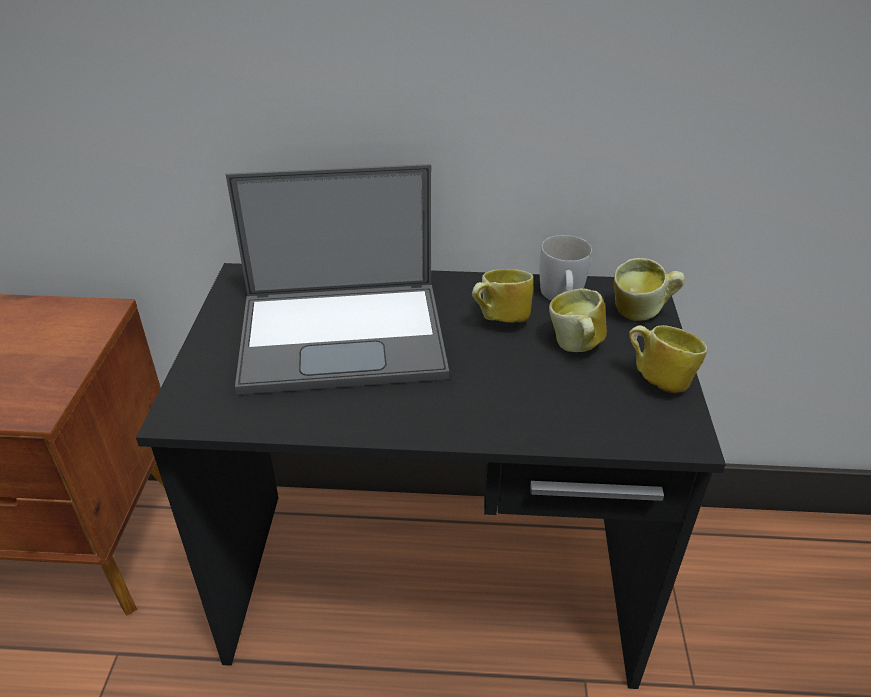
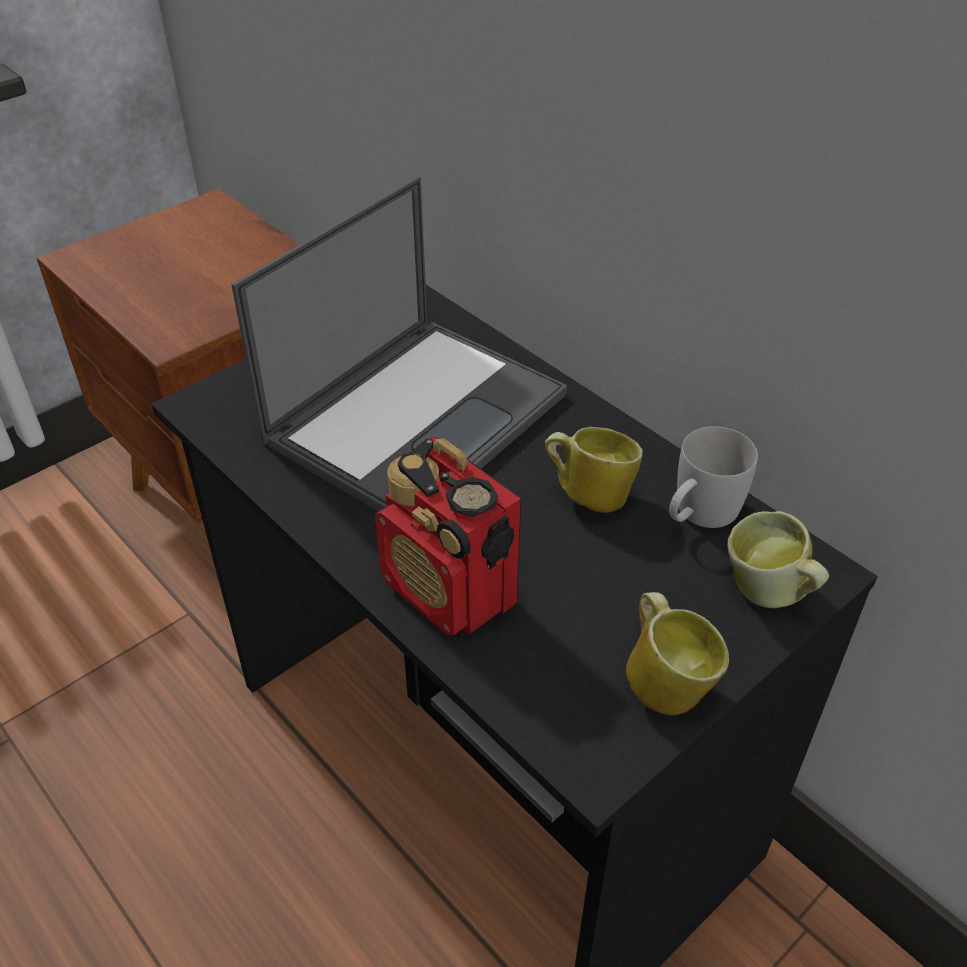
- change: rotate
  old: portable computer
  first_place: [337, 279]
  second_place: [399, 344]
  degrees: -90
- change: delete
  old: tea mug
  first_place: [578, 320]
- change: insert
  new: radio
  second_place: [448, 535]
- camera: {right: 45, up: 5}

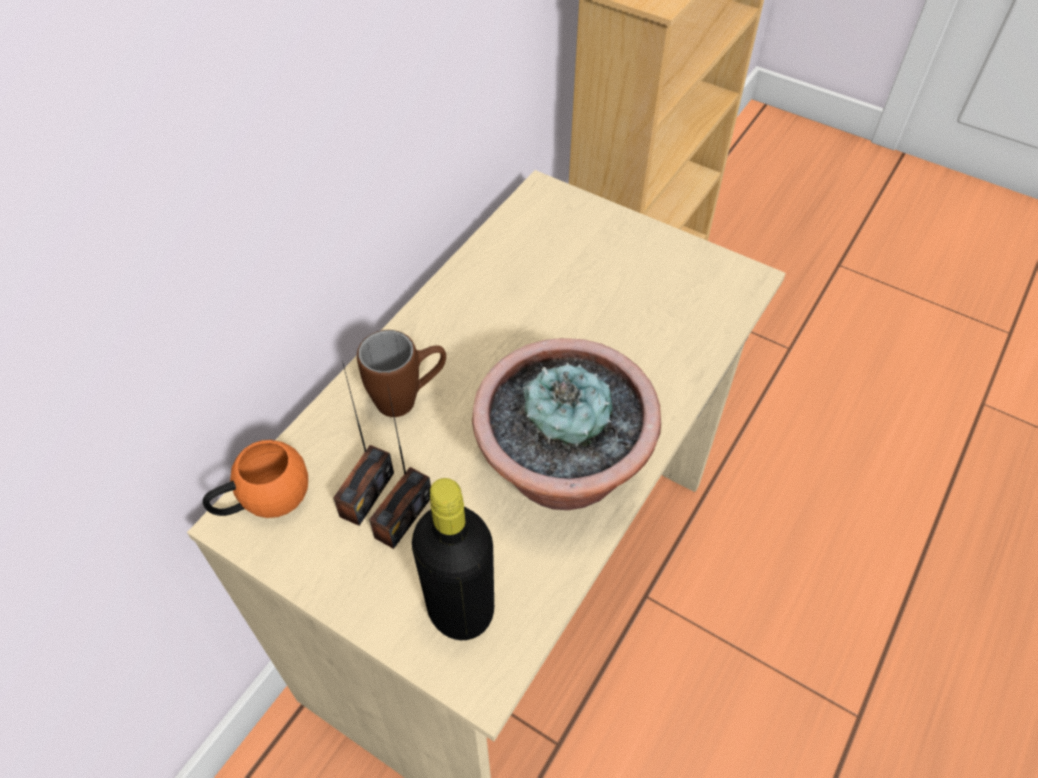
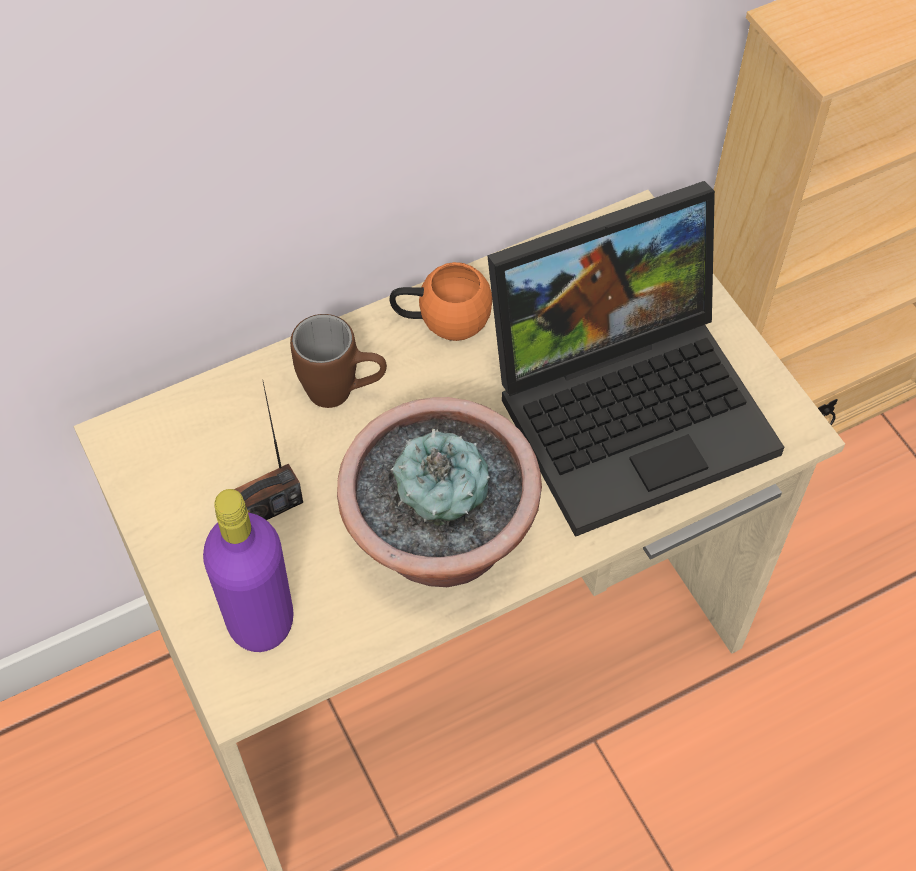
- change: delete
  old: radio
  first_place: [363, 443]
- change: move
  old: tea mug/orange-coloured
  first_place: [255, 479]
  second_place: [441, 301]
- change: recolor
  old: beverage bottle/black
  new: beverage bottle/purple-coloured
  first_place: [453, 559]
  second_place: [248, 570]
- change: insert
  new: portable computer
  second_place: [635, 359]
- camera: {right: 30, up: 5}

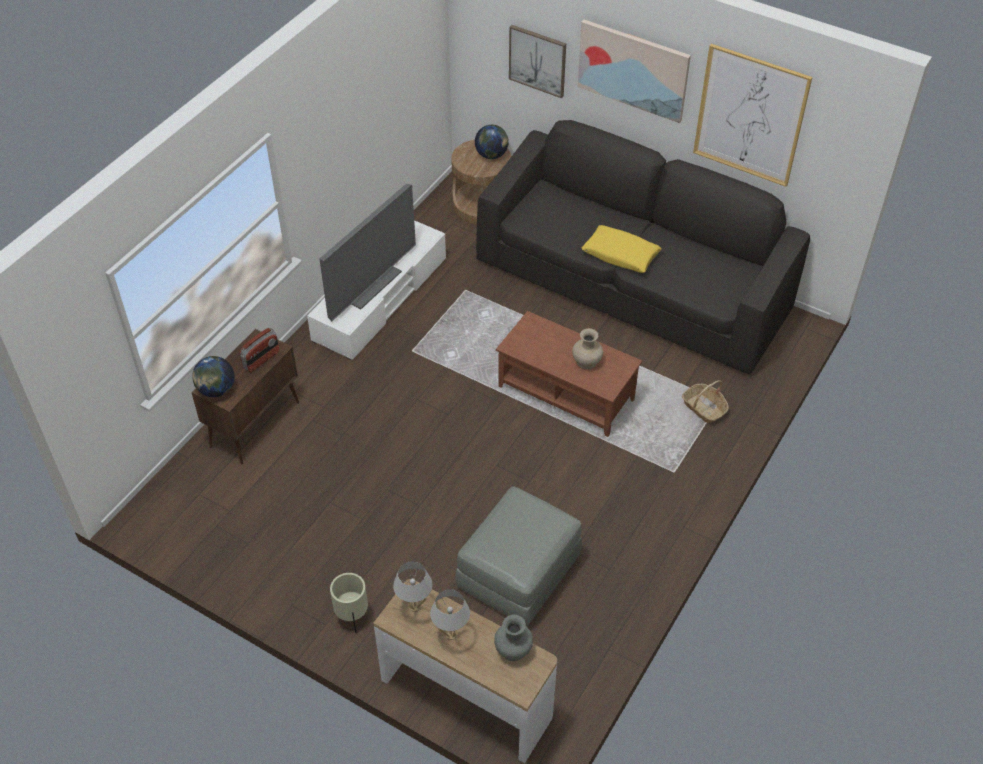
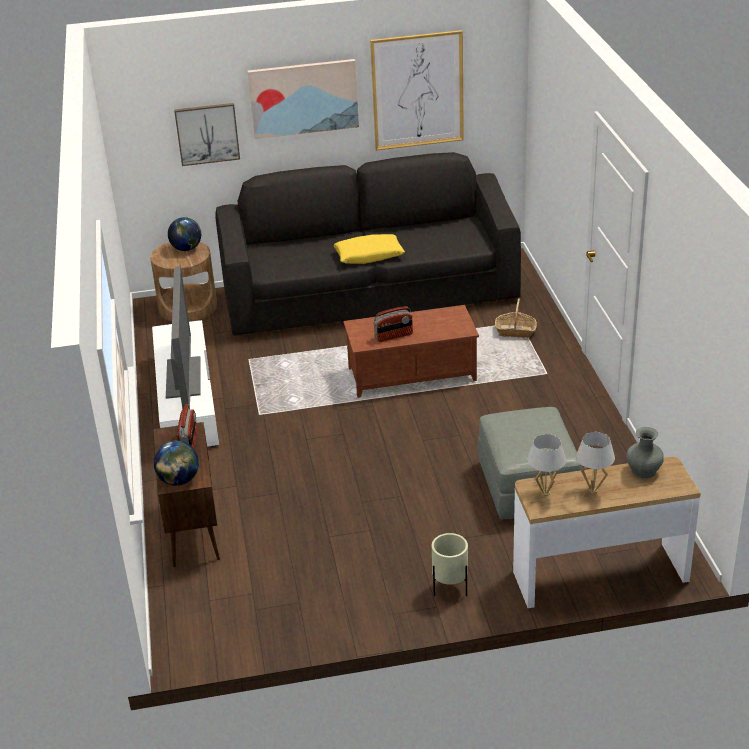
- change: delete
  old: vase/beige-coloured
  first_place: [587, 348]
- change: insert
  new: radio
  second_place: [393, 324]
- camera: {right: -40, up: -15}

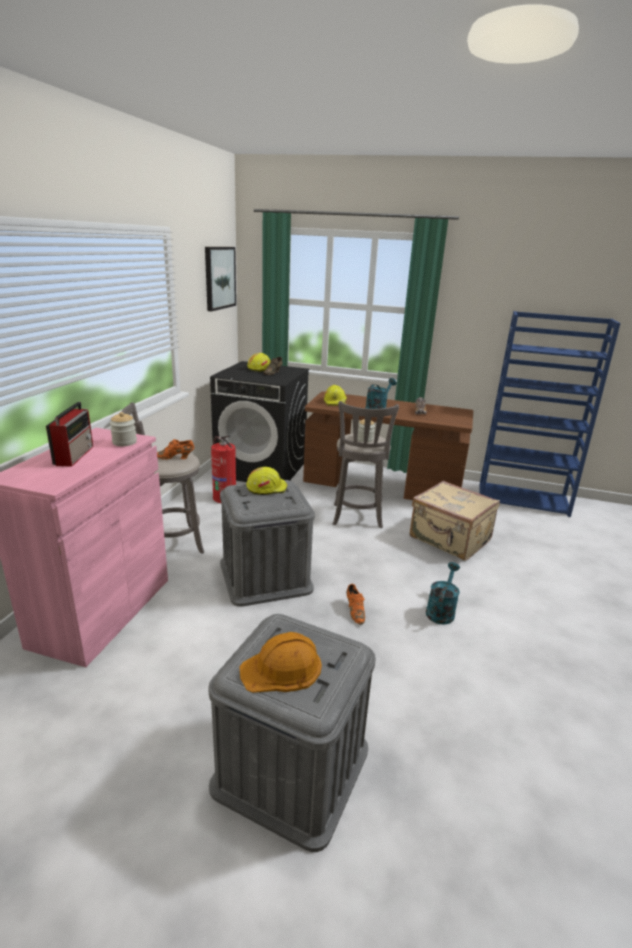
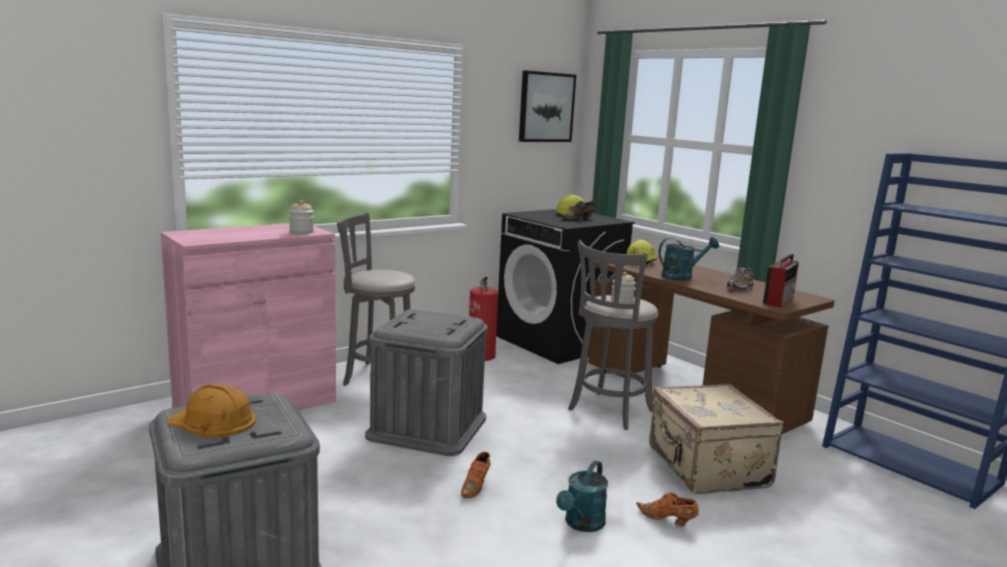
- change: move
  old: radio
  first_place: [70, 434]
  second_place: [781, 280]
- change: move
  old: item of footwear/orange-coloured
  first_place: [175, 449]
  second_place: [667, 509]
- change: delete
  old: hard hat/yellow
  first_place: [266, 481]
- change: rotate
  old: sprinkling can/turquoise
  first_place: [443, 593]
  second_place: [582, 496]
  degrees: 150
- camera: {right: 35, up: -10}

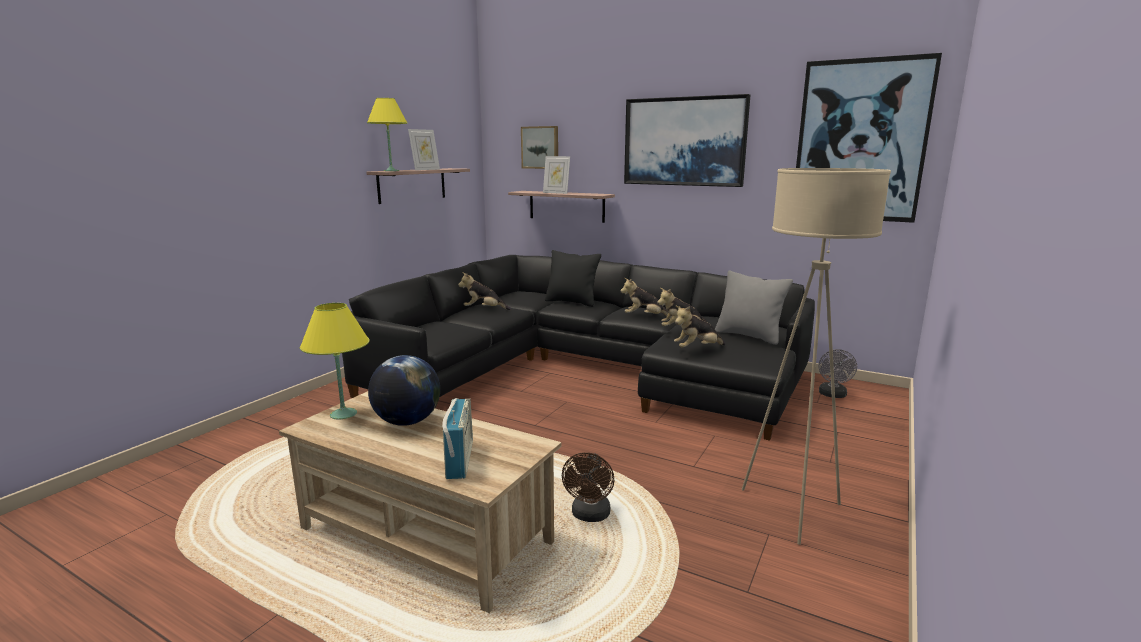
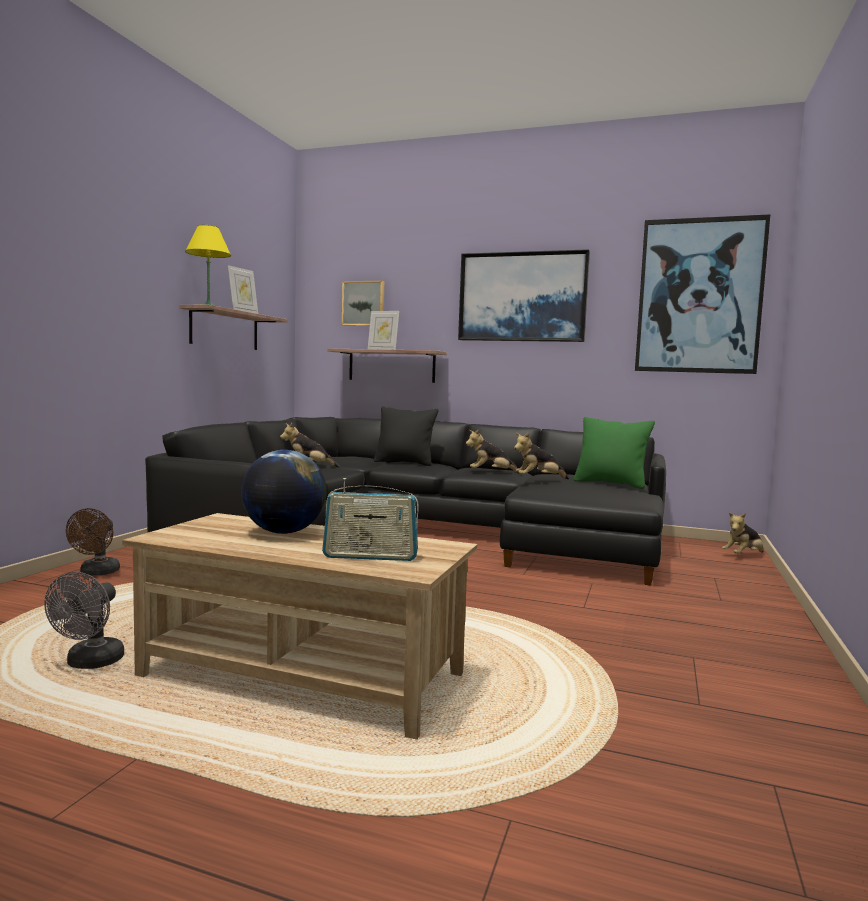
- change: delete
  old: floor lamp/beige-coloured
  first_place: [816, 356]
- change: recolor
  old: throw pillow/grey
  new: throw pillow/green
  first_place: [754, 308]
  second_place: [614, 453]
- change: delete
  old: table lamp/yellow
  first_place: [335, 361]
- change: move
  old: soft toy
  first_place: [699, 327]
  second_place: [743, 533]
- change: move
  old: fan/grey
  first_place: [838, 373]
  second_place: [84, 620]
- change: rotate
  old: radio
  first_place: [457, 438]
  second_place: [370, 519]
  degrees: 105
- change: move
  old: fan/brown
  first_place: [588, 487]
  second_place: [93, 542]
- camera: {right: -10, up: -10}

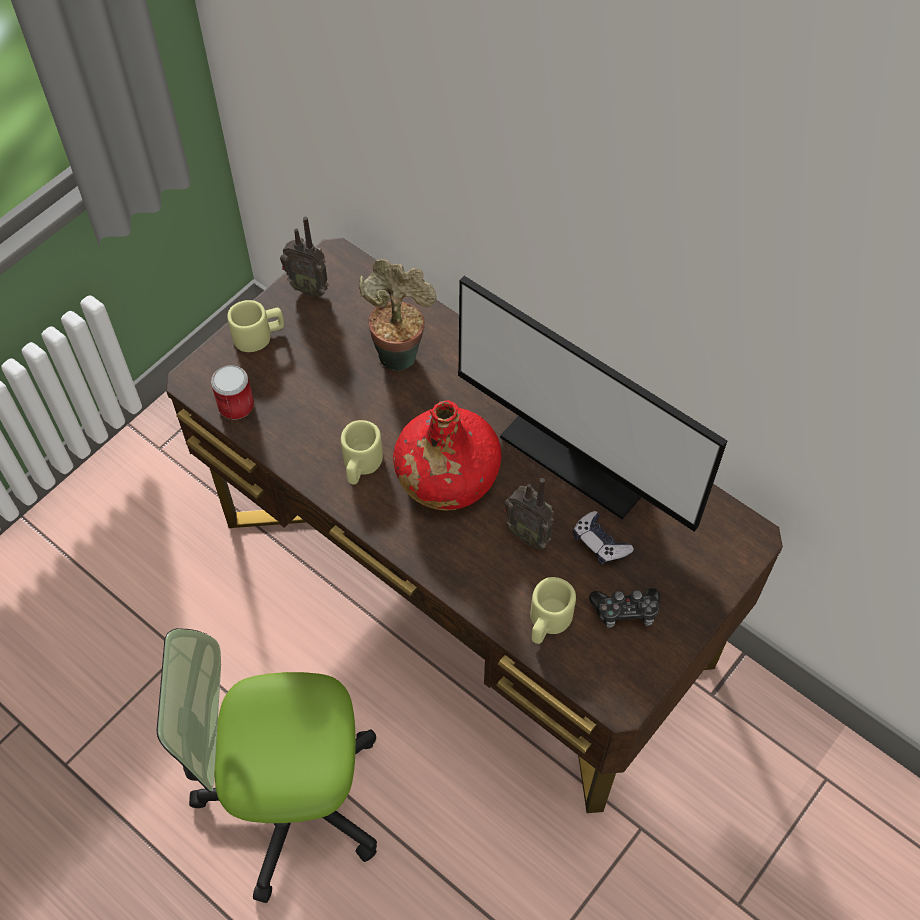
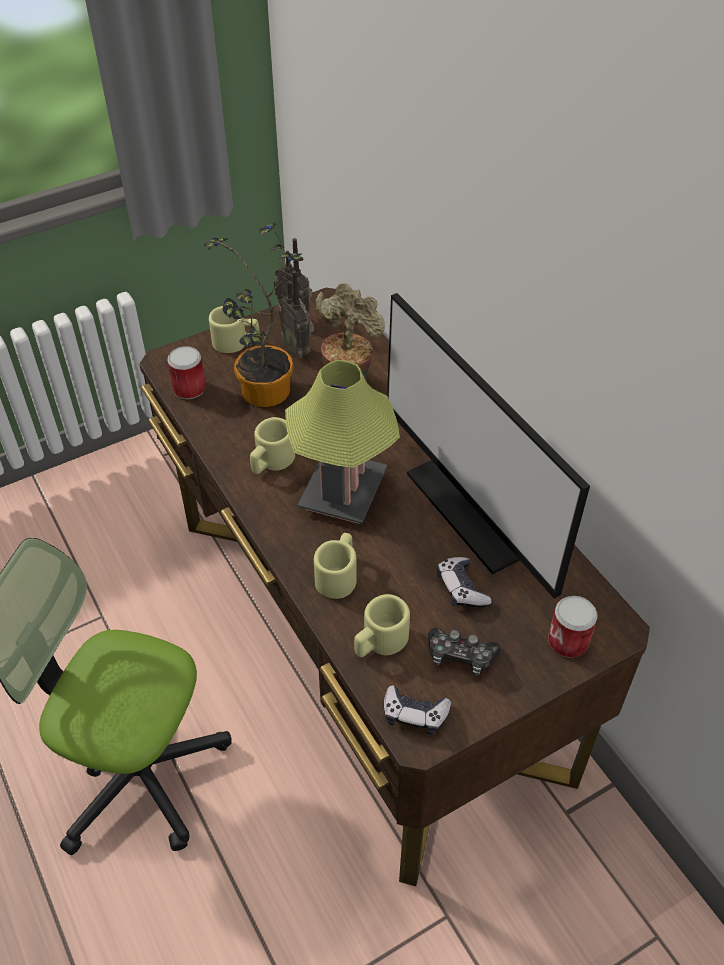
- change: replace
  old: beverage bottle/red
  new: table lamp
  first_place: [447, 455]
  second_place: [342, 442]
- change: move
  old: radio
  first_place: [529, 513]
  second_place: [296, 315]
- change: insert
  new: houseplant
  second_place: [253, 314]
- change: insert
  new: tea mug/beige-coloured
  second_place: [335, 566]
- change: insert
  new: sealed can
  second_place: [572, 627]
- change: insert
  new: gamepad
  second_place: [417, 710]
- camera: {right: 20, up: -10}

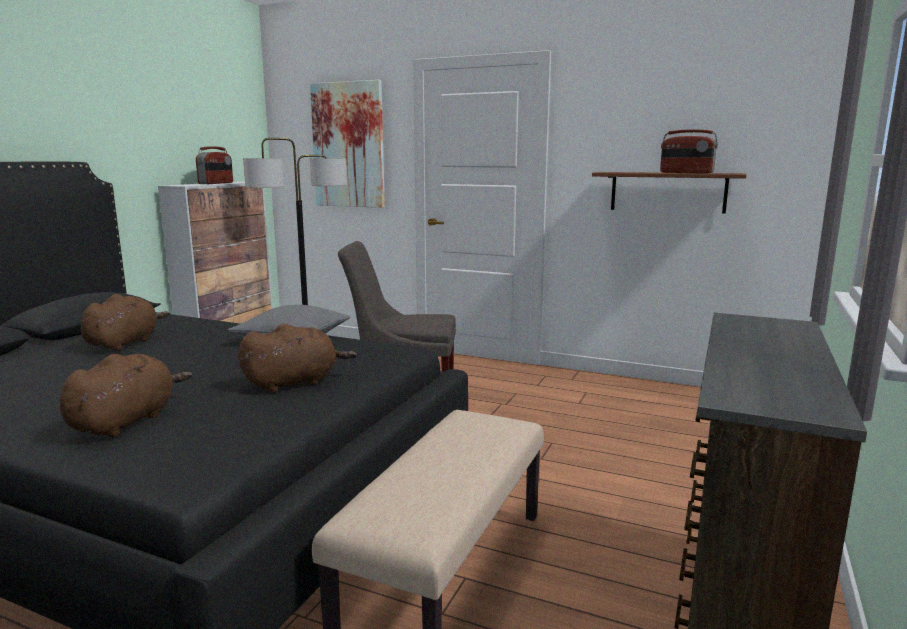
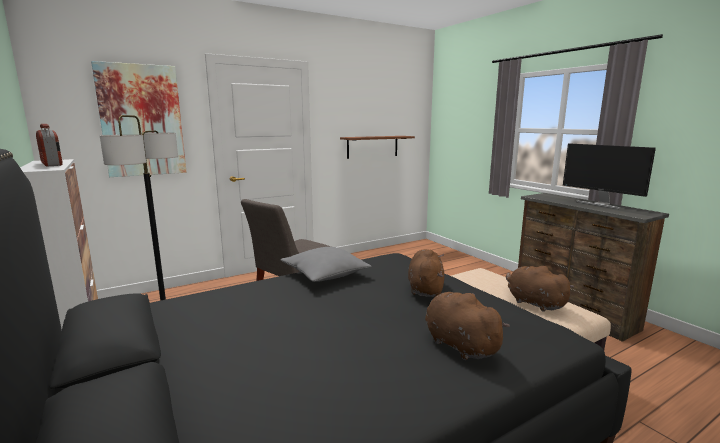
- change: delete
  old: radio
  first_place: [689, 151]
- change: move
  old: soft toy/brown
  first_place: [125, 322]
  second_place: [540, 289]
- change: insert
  new: monitor
  second_place: [609, 176]
- camera: {right: -55, up: 0}

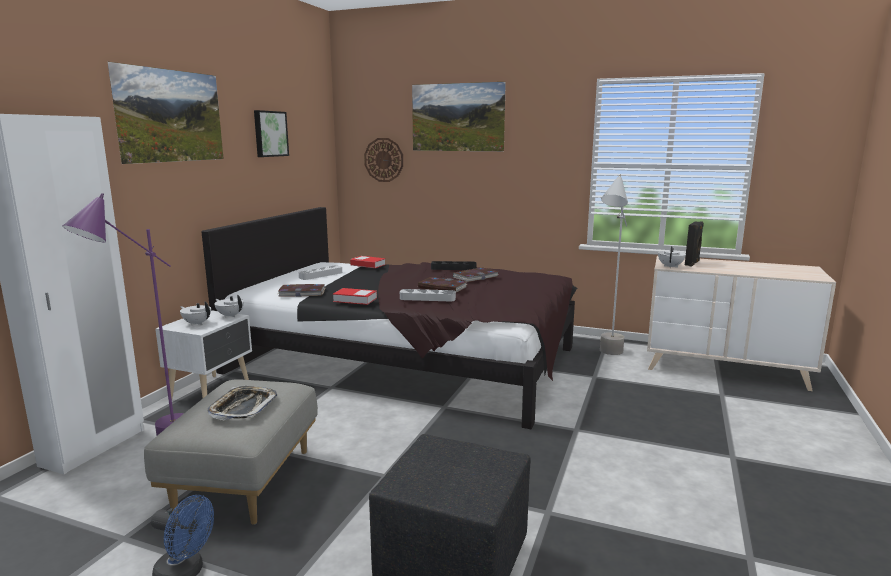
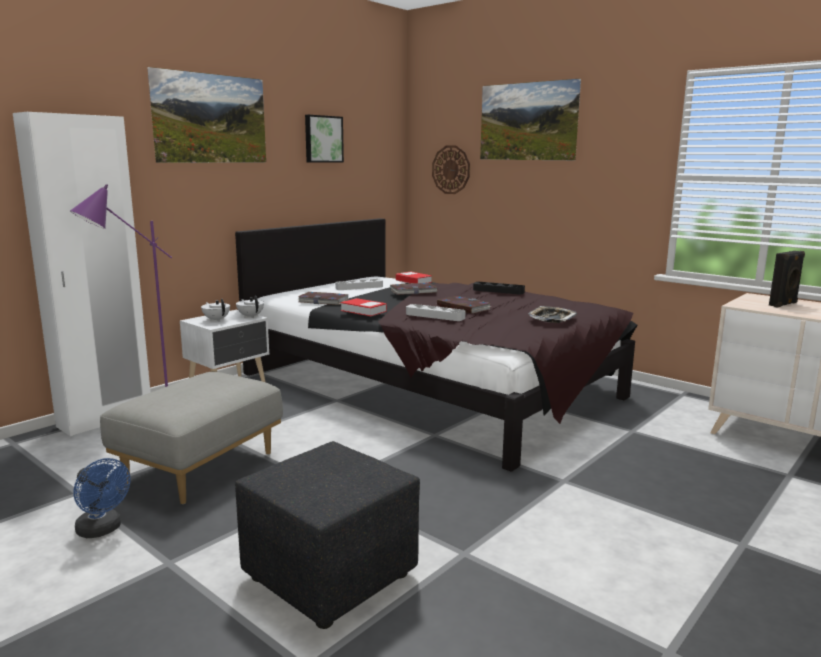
- change: delete
  old: floor lamp/grey
  first_place: [614, 264]
- change: delete
  old: tea pot/white-coloured
  first_place: [672, 257]
- change: move
  old: book
  first_place: [475, 275]
  second_place: [414, 289]
- change: move
  old: carrying tray
  first_place: [242, 403]
  second_place: [552, 314]
- camera: {right: 20, up: 0}

